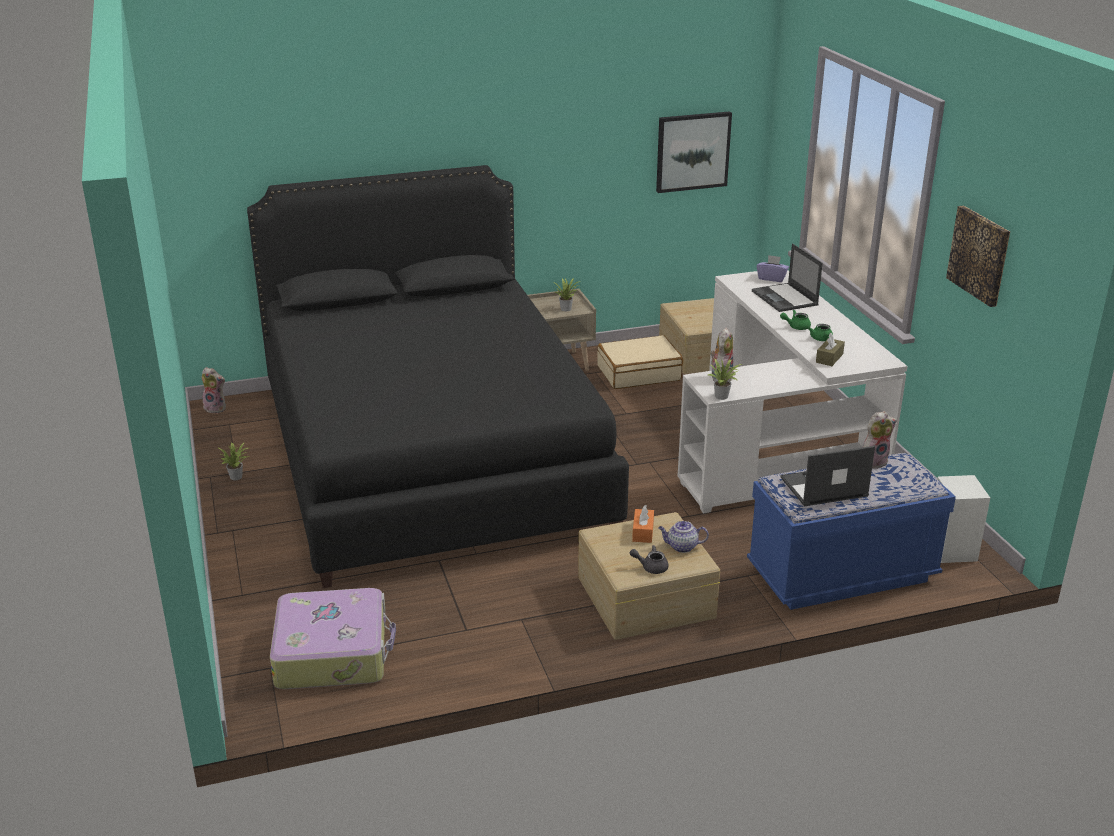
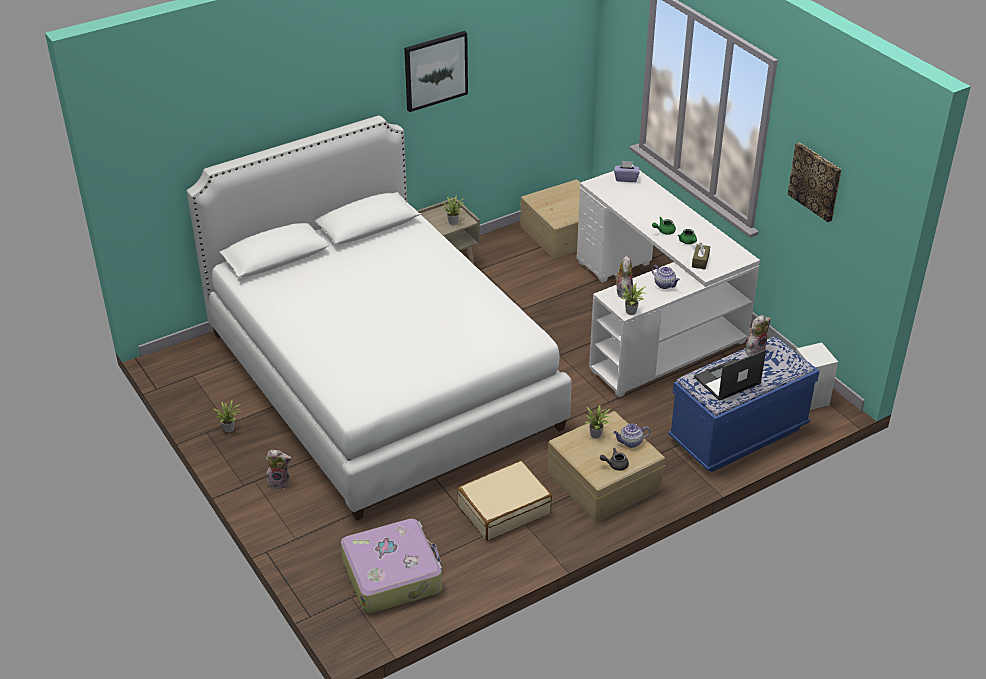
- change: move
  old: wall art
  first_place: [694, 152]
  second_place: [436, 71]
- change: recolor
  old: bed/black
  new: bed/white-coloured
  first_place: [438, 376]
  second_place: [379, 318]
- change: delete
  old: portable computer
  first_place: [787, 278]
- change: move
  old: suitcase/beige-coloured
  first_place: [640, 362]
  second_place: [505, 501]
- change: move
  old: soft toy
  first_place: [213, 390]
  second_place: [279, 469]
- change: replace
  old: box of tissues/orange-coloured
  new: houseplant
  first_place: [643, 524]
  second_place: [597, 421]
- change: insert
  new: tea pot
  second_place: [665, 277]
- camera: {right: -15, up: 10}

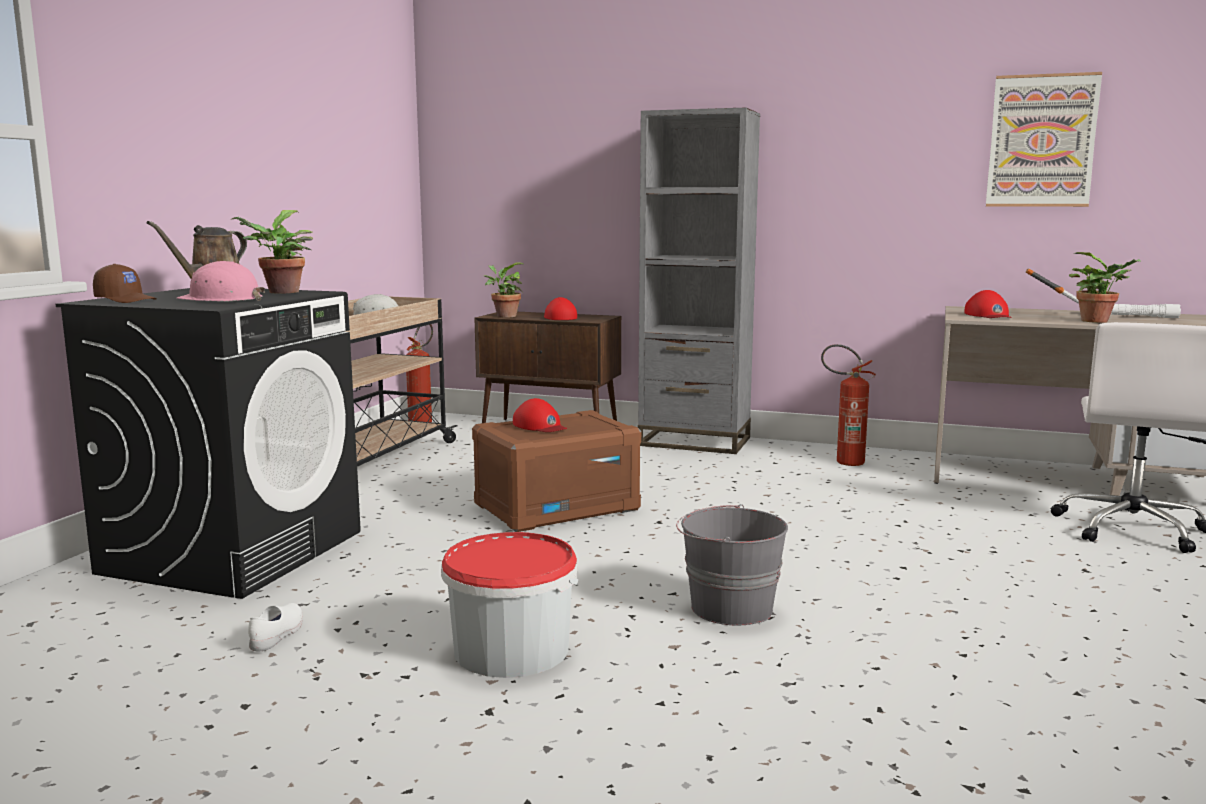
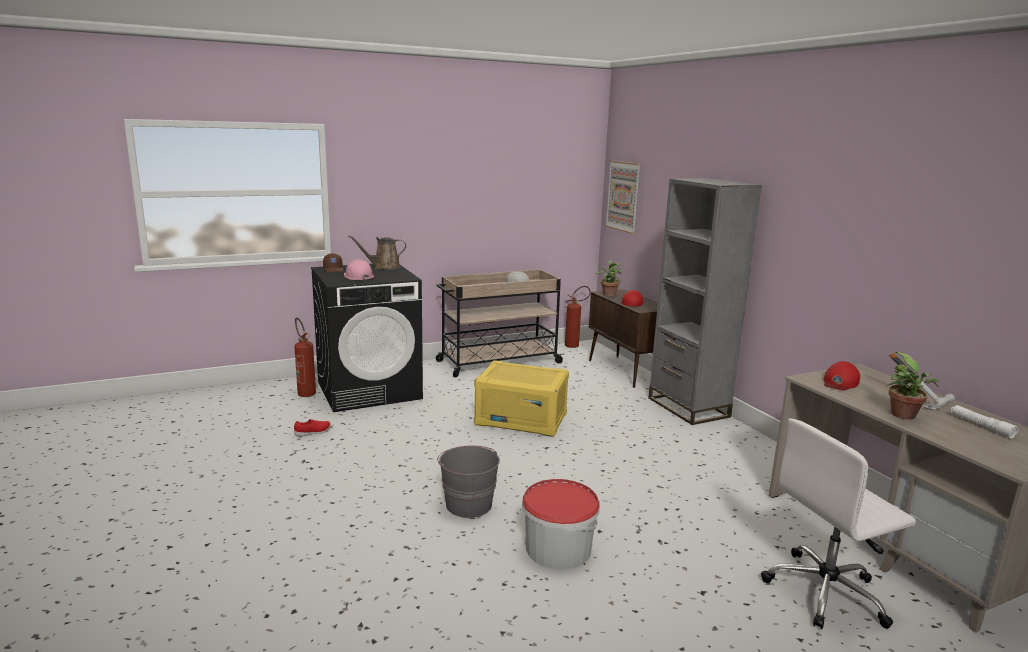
- change: move
  old: wall art
  first_place: [1044, 139]
  second_place: [623, 197]
- change: delete
  old: houseplant
  first_place: [271, 252]
- change: move
  old: fire-fighting cylinder
  first_place: [848, 405]
  second_place: [305, 357]
- change: delete
  old: cap/red
  first_place: [540, 415]
- change: recolor
  old: storage container/brown
  new: storage container/yellow
  first_place: [556, 471]
  second_place: [521, 398]
- change: move
  old: water bucket
  first_place: [509, 605]
  second_place: [561, 524]
- change: recolor
  old: item of footwear/white-coloured
  new: item of footwear/red
  first_place: [275, 627]
  second_place: [312, 428]
- camera: {right: 45, up: 5}

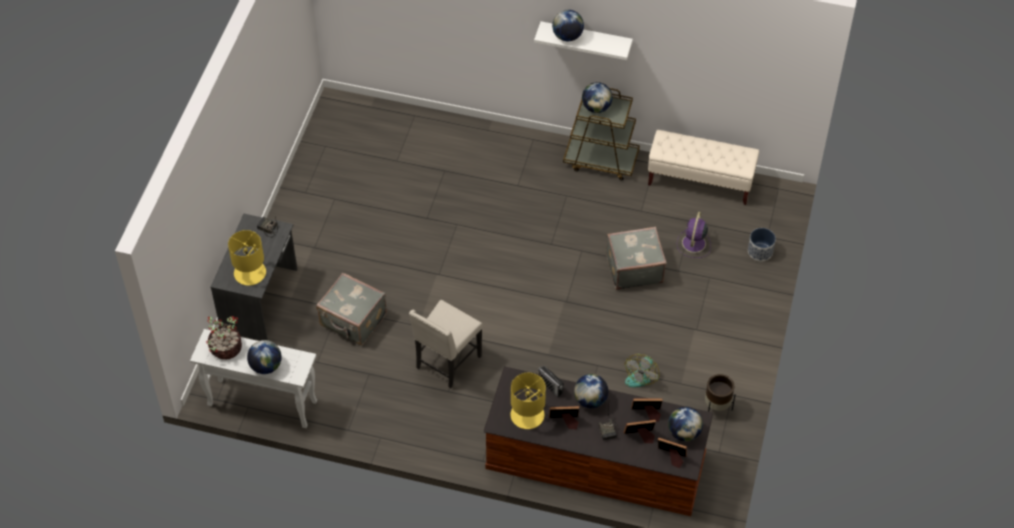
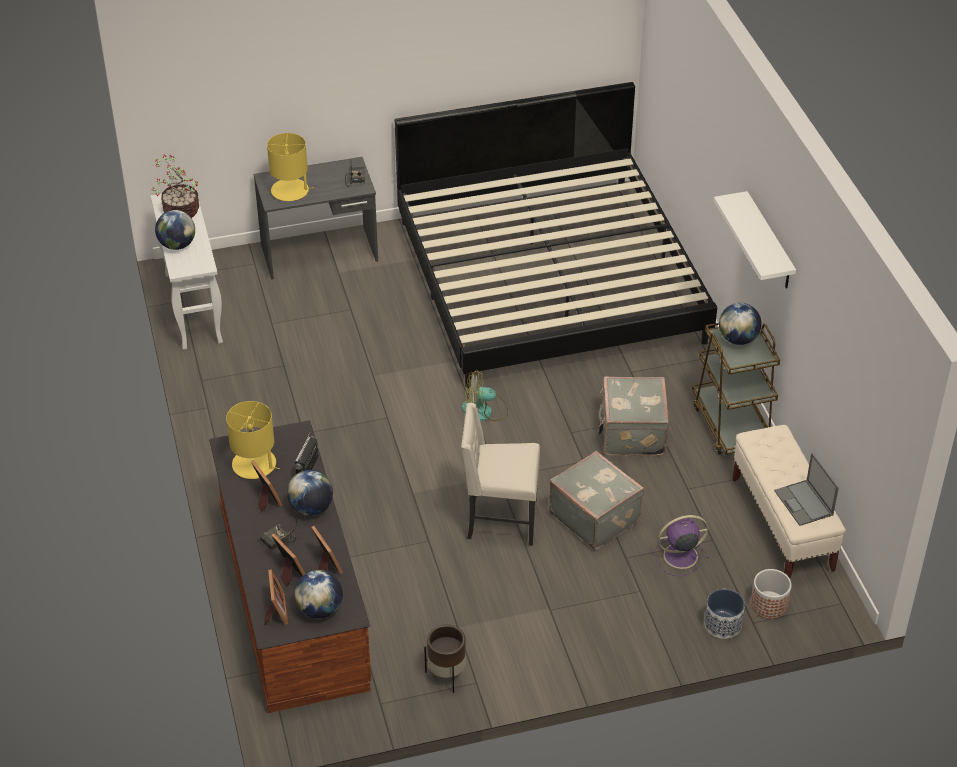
- change: delete
  old: globe
  first_place: [568, 25]
- change: move
  old: suitcase/grey
  first_place: [351, 309]
  second_place: [633, 416]
- change: move
  old: upright chair/beige-coloured
  first_place: [446, 344]
  second_place: [500, 474]
- change: move
  old: fan
  first_place: [642, 370]
  second_place: [485, 395]
- change: insert
  new: bed
  second_place: [556, 235]
- change: insert
  new: portable computer
  second_place: [806, 489]
- change: insert
  new: plant pot
  second_place: [771, 594]
- camera: {right: 60, up: -10}

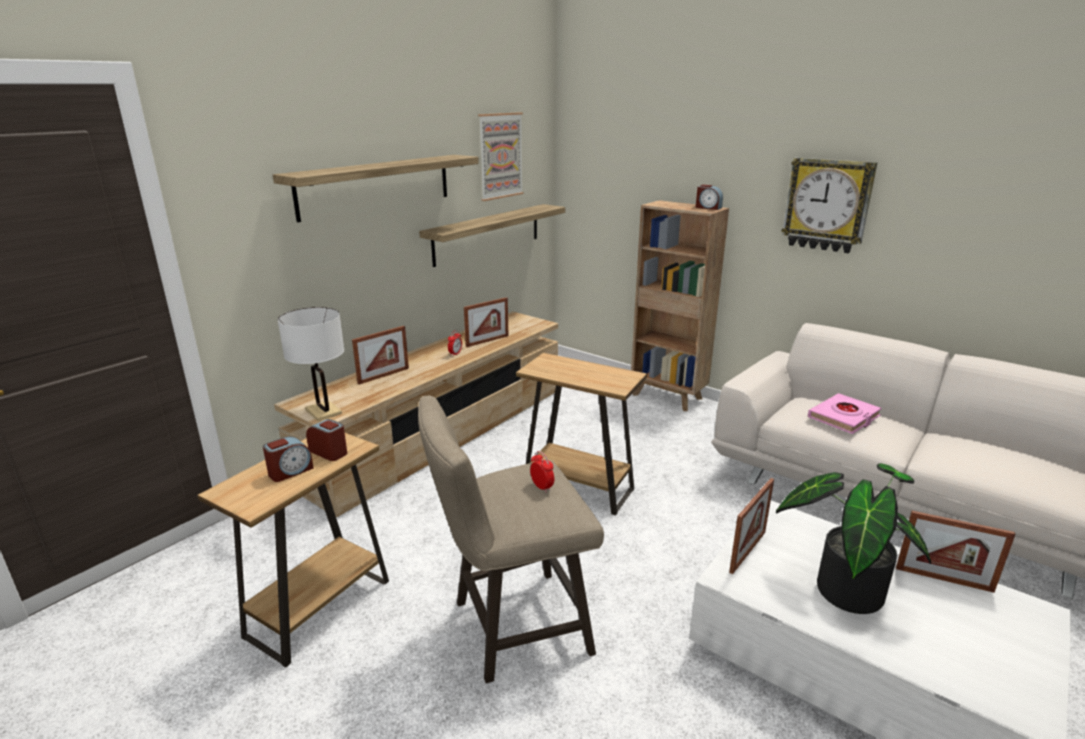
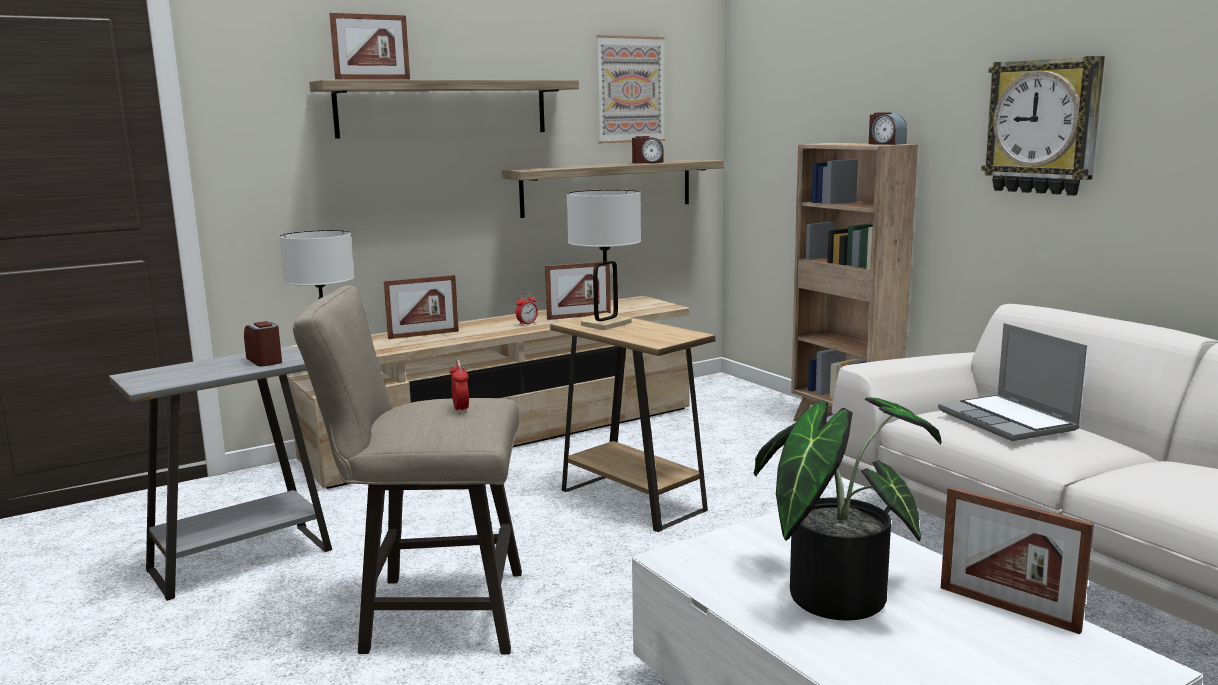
- change: replace
  old: book/pink-coloured
  new: portable computer
  first_place: [845, 413]
  second_place: [1012, 382]
- change: recolor
  old: accent table/brown
  new: accent table/grey
  first_place: [293, 550]
  second_place: [220, 473]
- change: move
  old: alarm clock
  first_place: [288, 459]
  second_place: [648, 150]
- change: move
  old: photo frame
  first_place: [751, 526]
  second_place: [369, 46]
- change: insert
  new: table lamp/white-coloured
  second_place: [604, 259]
- camera: {right: 20, up: -10}

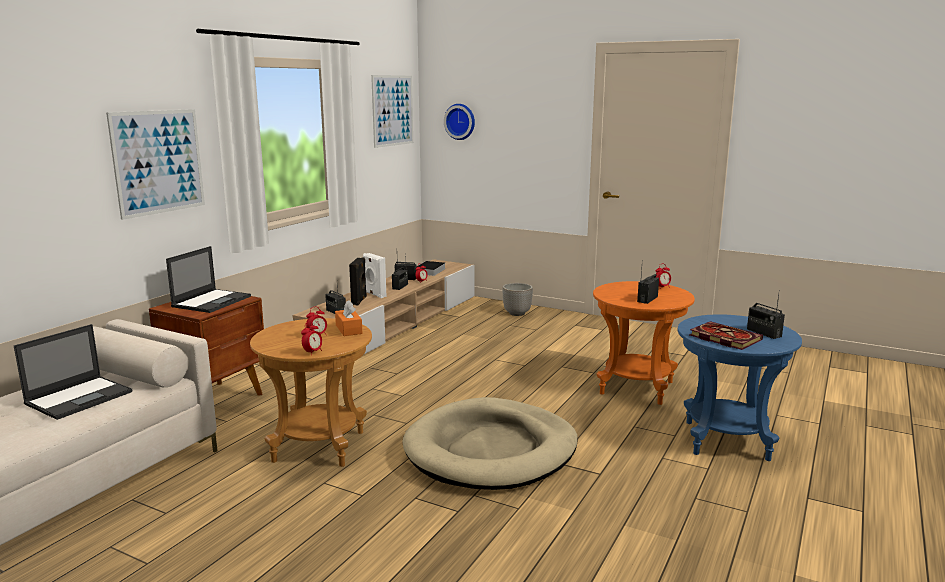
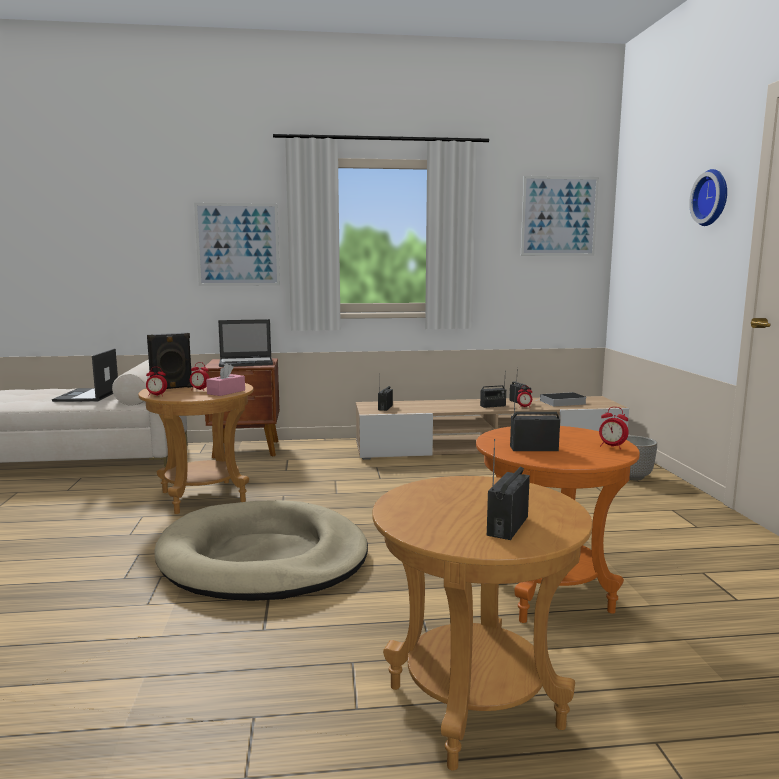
- change: move
  old: clock on the wall
  first_place: [459, 122]
  second_place: [708, 197]
- change: delete
  old: loudspeaker/white-coloured
  first_place: [375, 275]
- change: move
  old: loudspeaker/black
  first_place: [358, 281]
  second_place: [170, 361]
- change: recolor
  old: box of tissues/orange-coloured
  new: box of tissues/pink-coloured
  first_place: [348, 318]
  second_place: [225, 379]
- change: recolor
  old: accent table/bluish
  new: accent table/brown
  first_place: [740, 387]
  second_place: [482, 623]
- change: delete
  old: book
  first_place: [726, 335]
- change: rotate
  old: portable computer
  first_place: [73, 372]
  second_place: [85, 375]
  degrees: 90
- camera: {right: 55, up: -5}

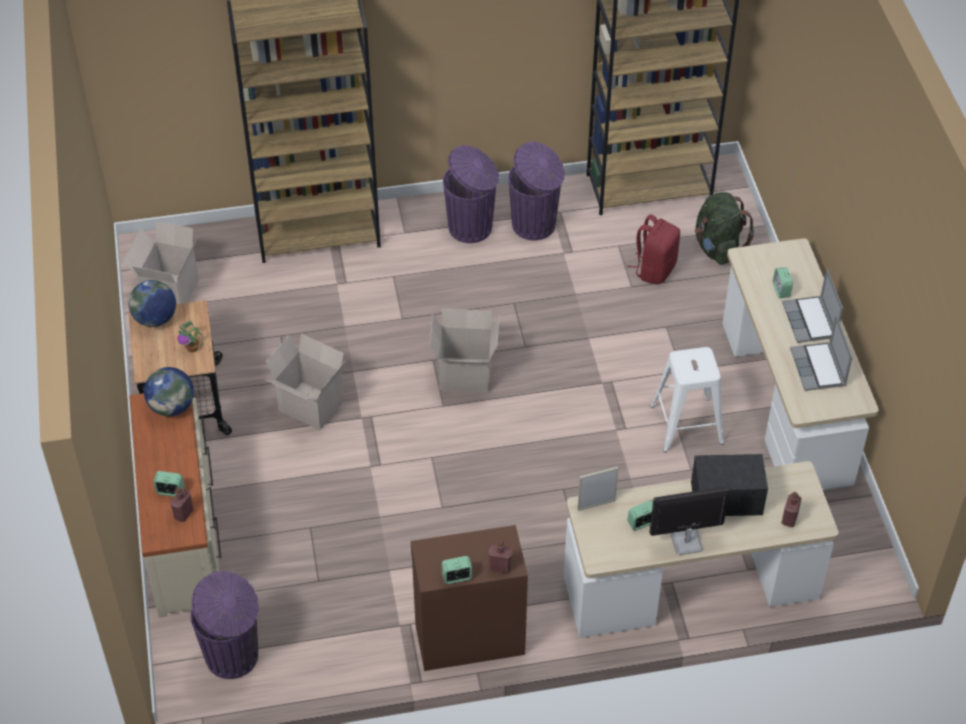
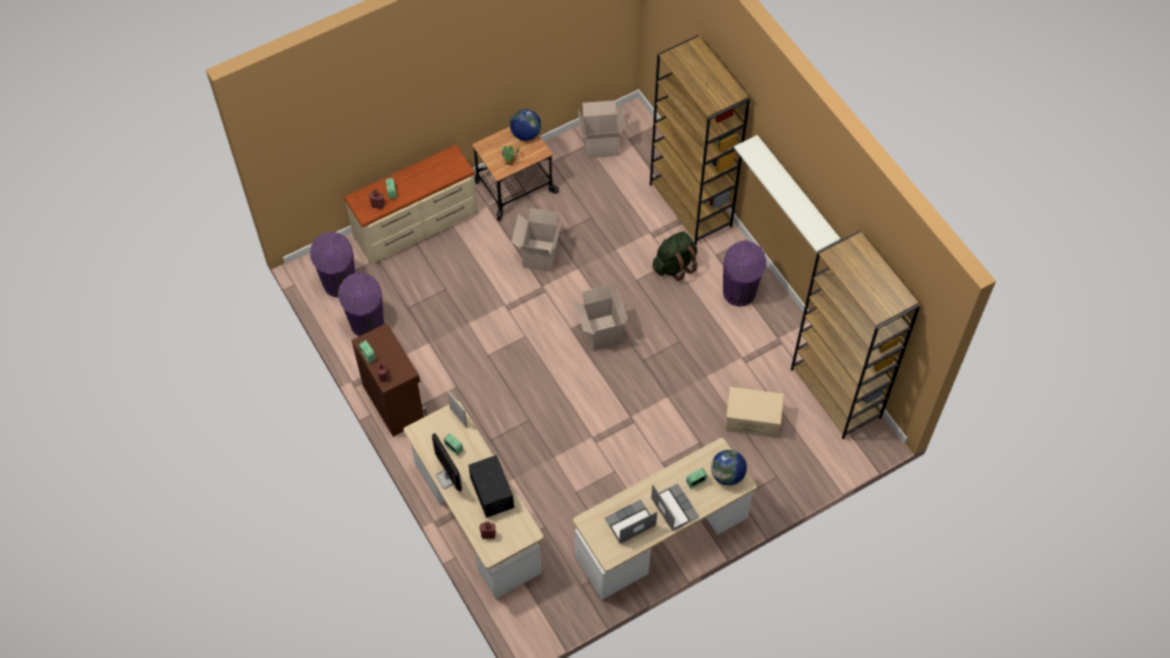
- change: move
  old: trash can/purple-coloured
  first_place: [536, 191]
  second_place: [361, 304]
- change: move
  old: rucksack/green
  first_place: [725, 228]
  second_place: [675, 256]
- change: replace
  old: rucksack/red
  new: storage container/beige-coloured
  first_place: [653, 249]
  second_place: [754, 412]
- change: rotate
  old: portable computer
  first_place: [812, 305]
  second_place: [675, 507]
  degrees: 90
- change: delete
  old: sitting stool/white-coloured
  first_place: [687, 399]
- change: move
  old: globe
  first_place: [169, 391]
  second_place: [729, 468]
- change: insert
  new: shelf/white-coloured
  second_place: [787, 193]
- camera: {right: 70, up: 10}

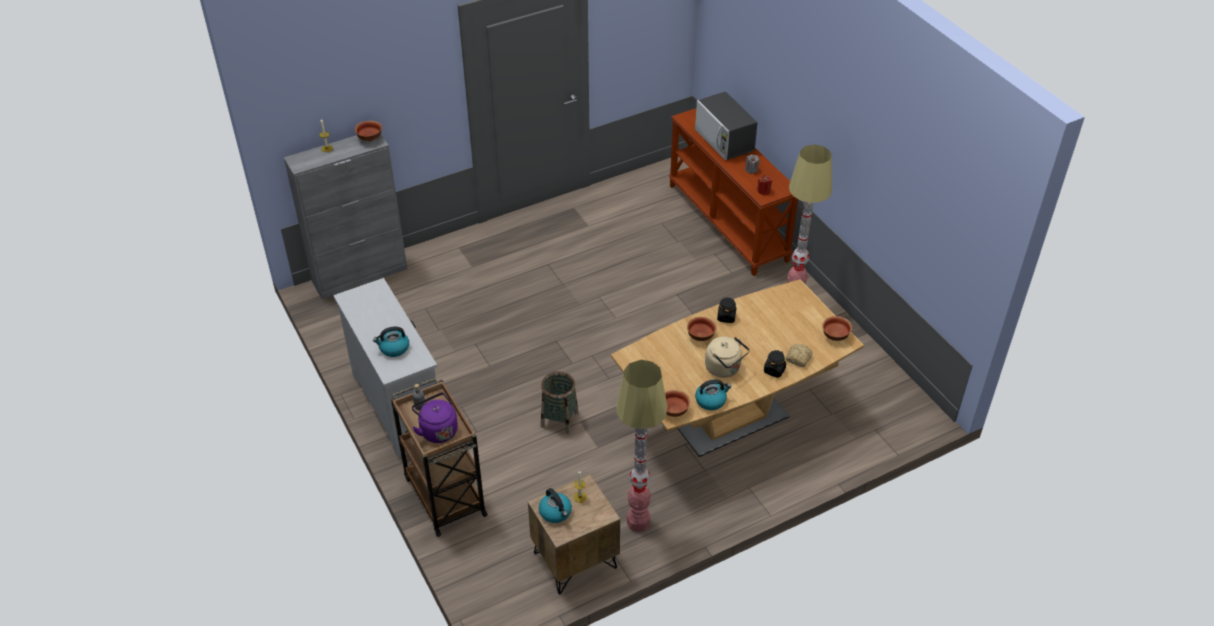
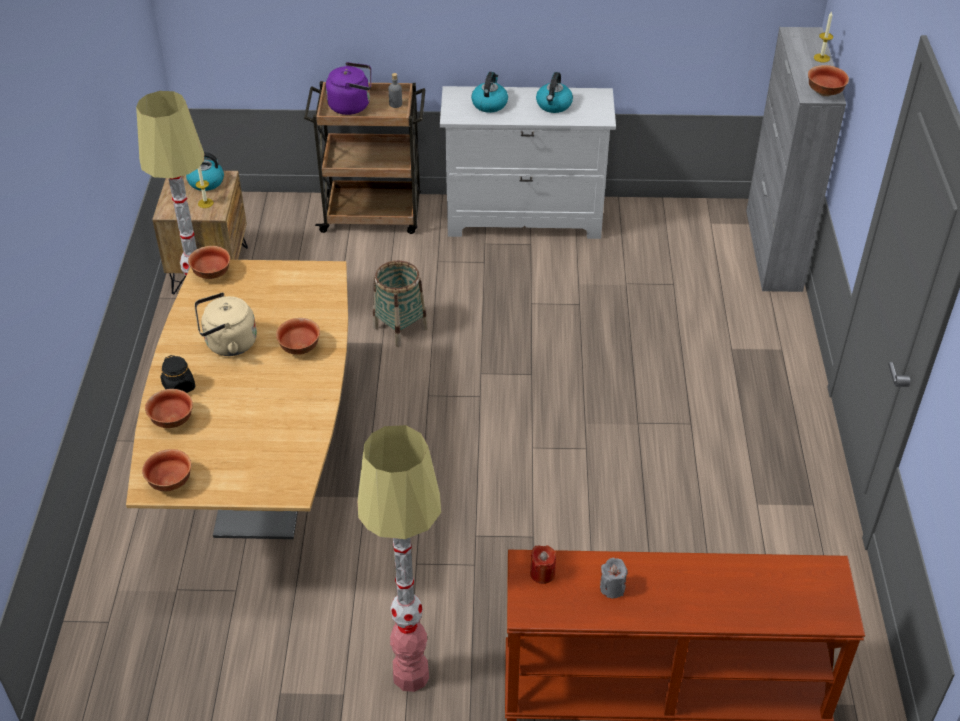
- change: delete
  old: microwave oven
  first_place: [726, 125]
- change: delete
  old: preserve jar/black
  first_place: [726, 310]
- change: replace
  old: baked bread
  new: serving bowl
  first_place: [799, 355]
  second_place: [169, 408]
- change: move
  old: tea kettle
  first_place: [713, 394]
  second_place: [554, 92]
- camera: {right: 120, up: 0}

